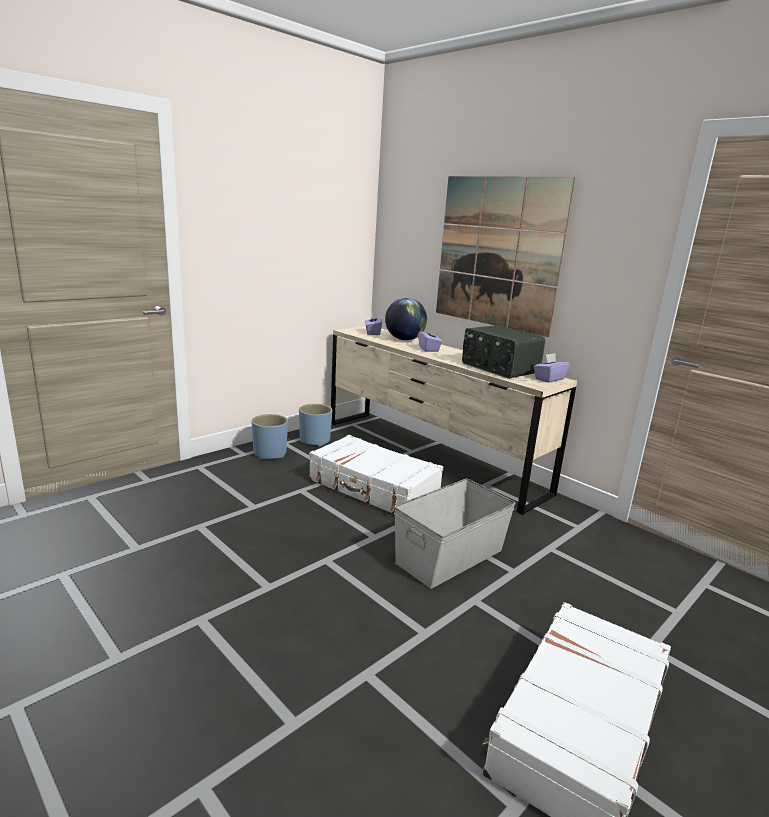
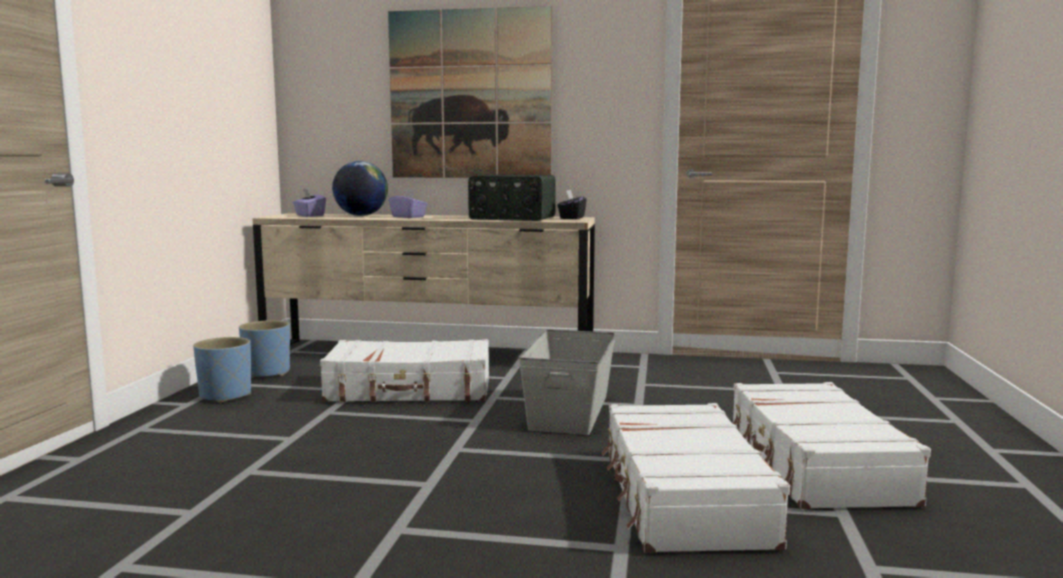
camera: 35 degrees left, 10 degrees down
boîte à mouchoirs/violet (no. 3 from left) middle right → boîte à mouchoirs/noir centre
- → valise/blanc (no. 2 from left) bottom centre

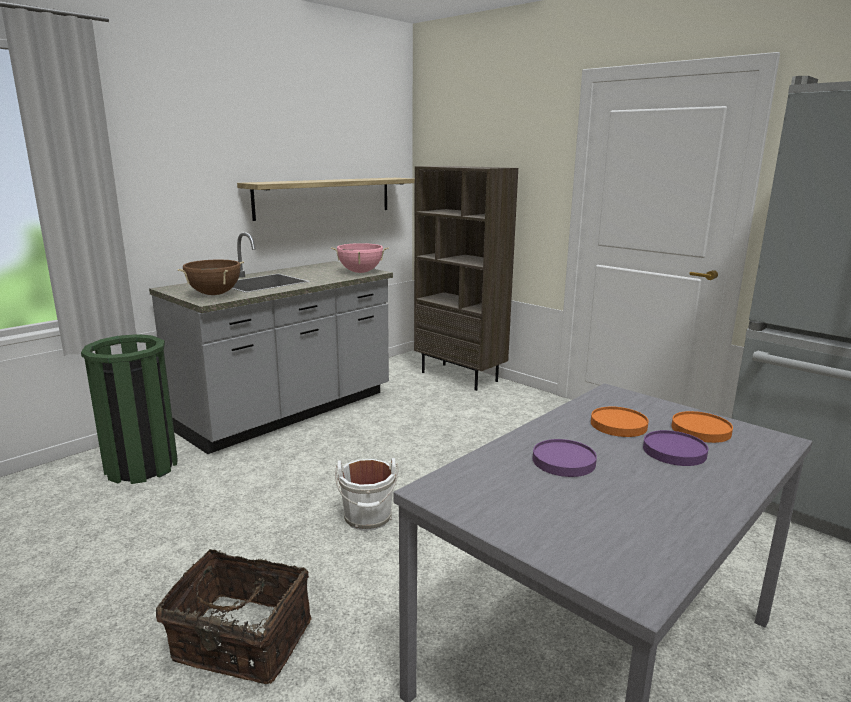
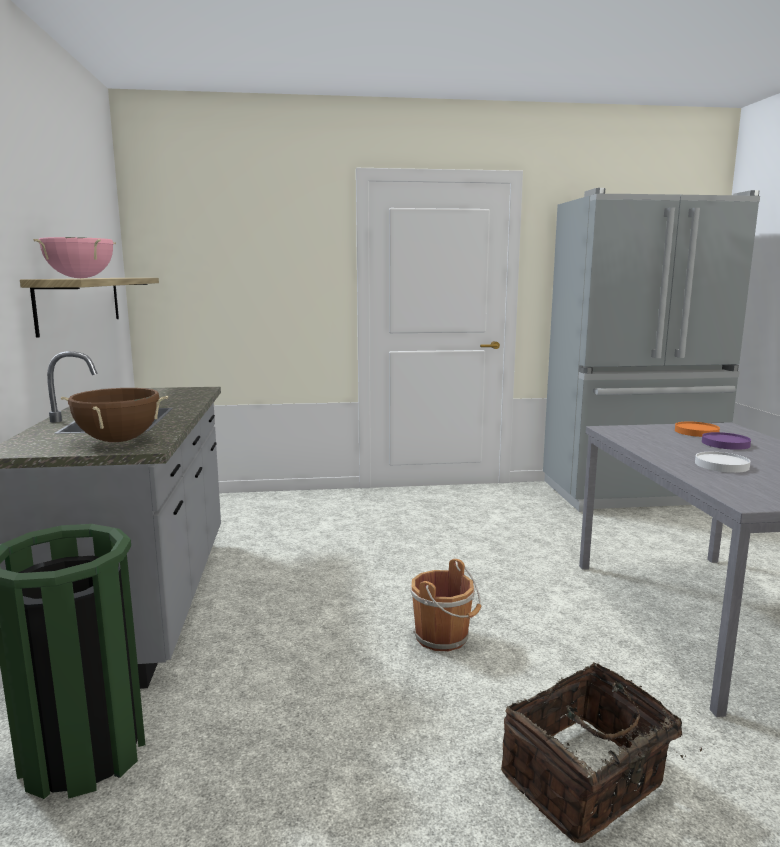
camera: 50 degrees left, 5 degrees down
marmite/rose centre → marmite/rose top left, shifted
seau/blanc bottom centre → seau/marron bottom centre
assiette/violet (no. 1 from left) centre → assiette/blanc middle right
bibliothèque/marron centre → -
assiette/orange (no. 1 from left) middle right → -

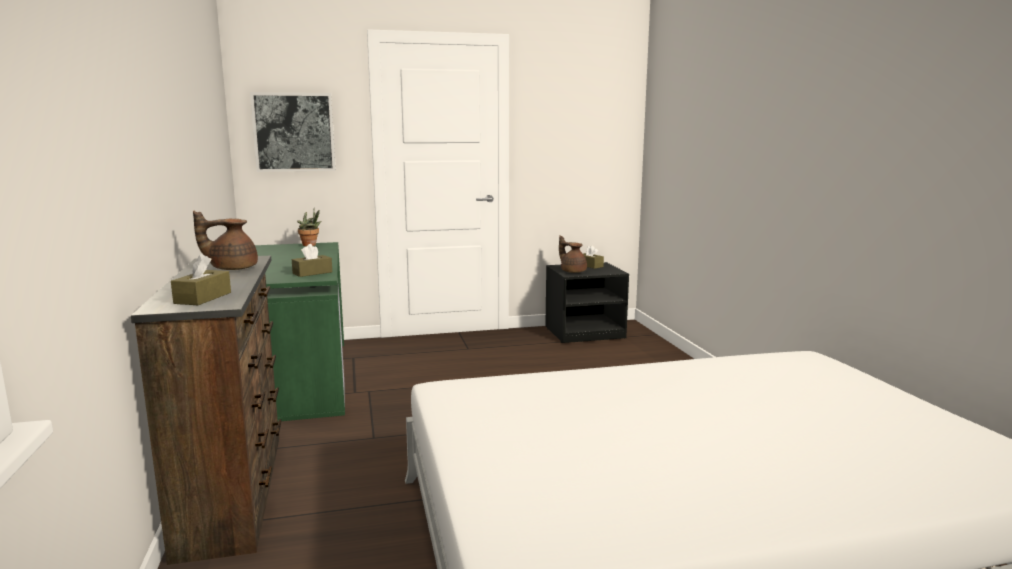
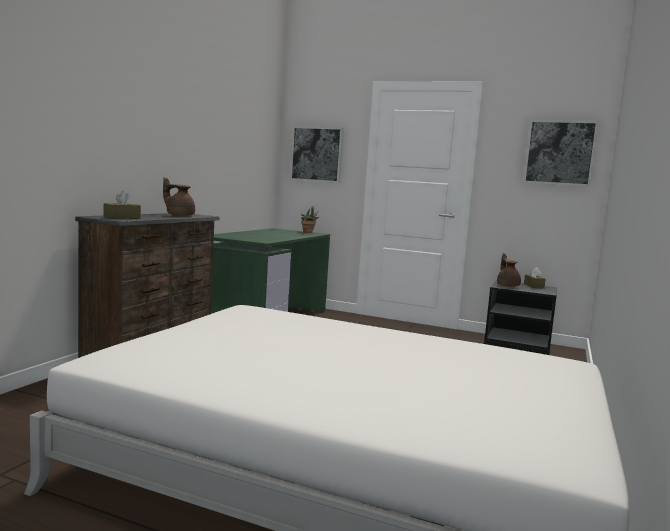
camera: 35 degrees right, 5 degrees down
- → tableau (no. 2 from left) top right
boîte à mouchoirs/marron (no. 2 from left) middle left → -

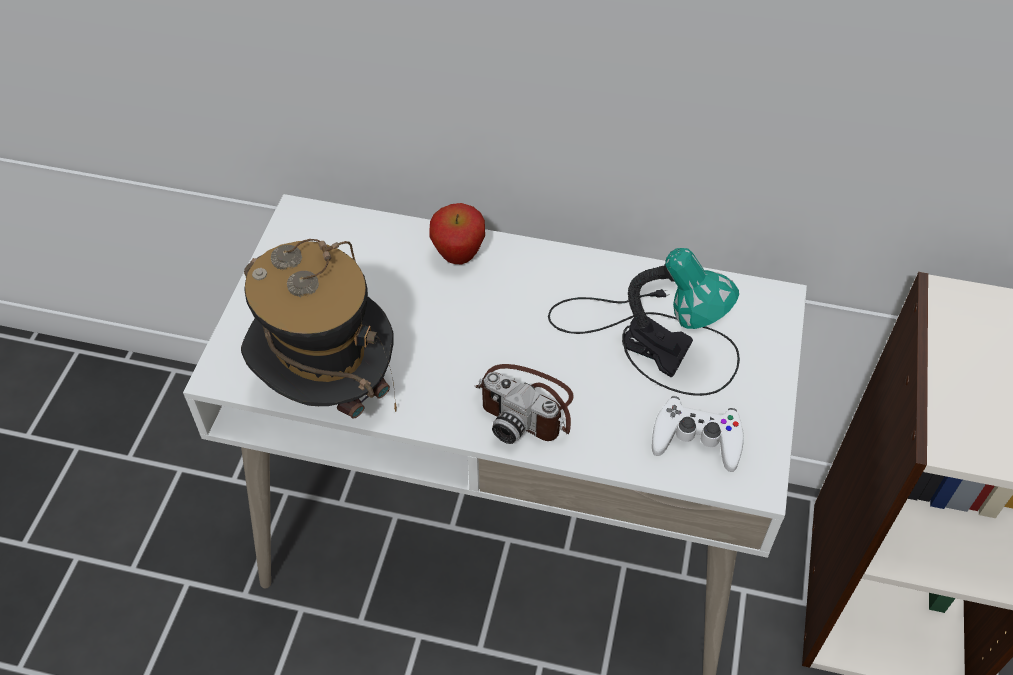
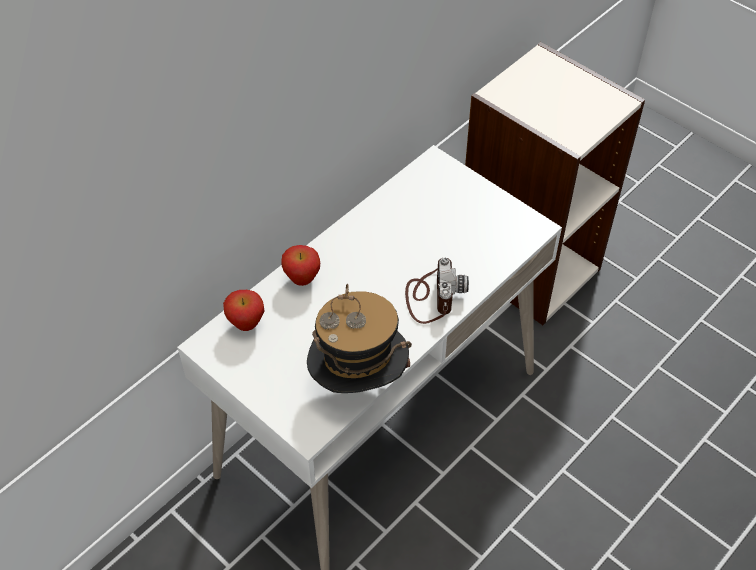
camera: 60 degrees left, 0 degrees up
- → pomme (no. 1 from left) middle left
appareil photo centre, 60 degrees counterclockwise
lampe de table centre → -
manette/blanc middle right → -

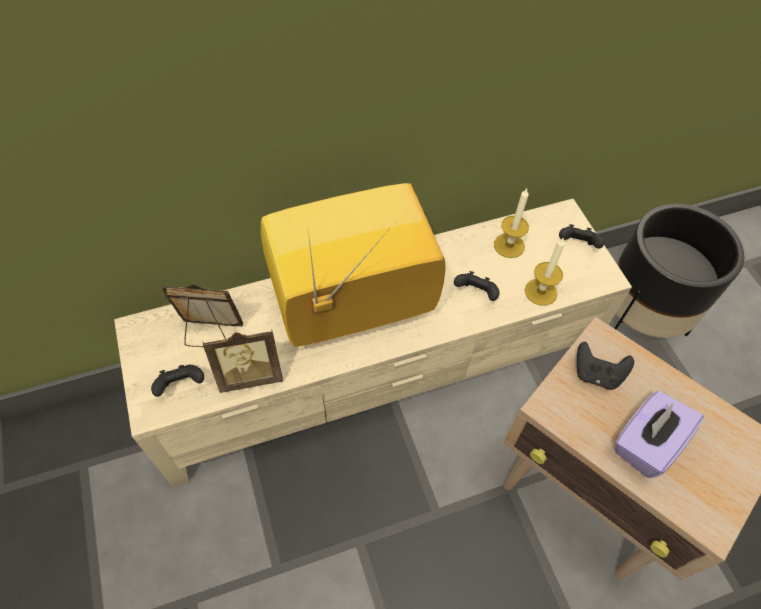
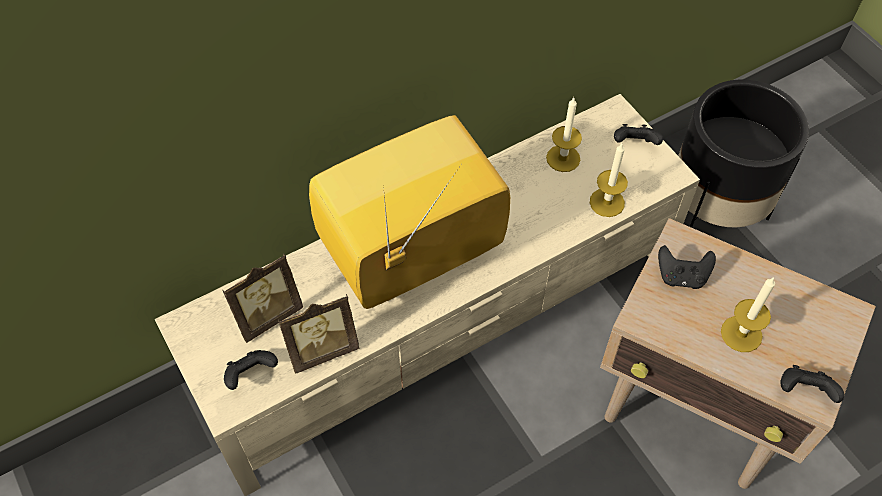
camera: 10 degrees left, 0 degrees up
cadre photo (no. 1 from left) middle left, 150 degrees clockwise
boîte à mouchoirs/violet bottom right → bougie (no. 3 from left) middle right
manette/noir (no. 2 from left in the first image) centre → manette/noir (no. 4 from left) bottom right, shifted

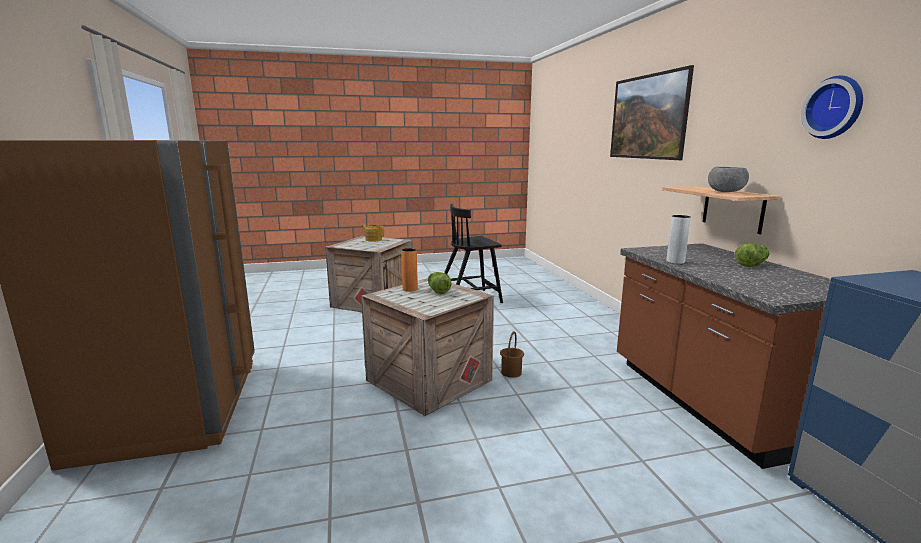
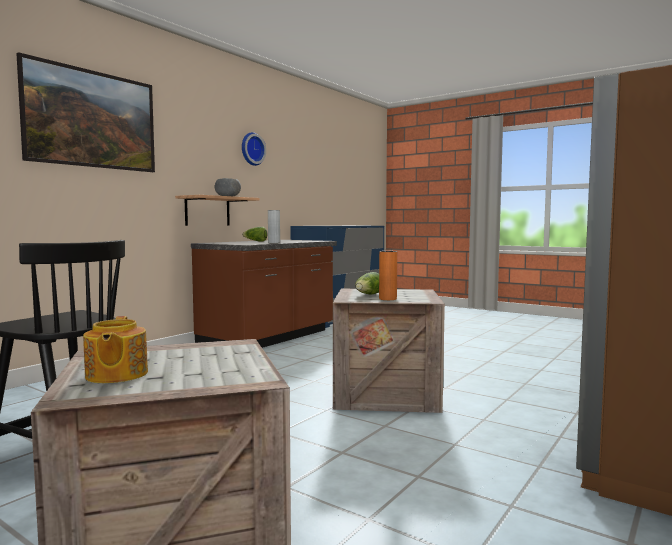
camera: 130 degrees left, 10 degrees down
seau/marron centre → -

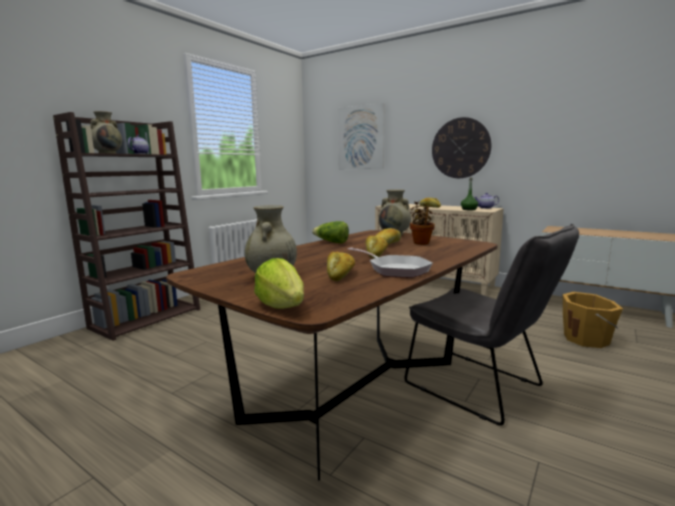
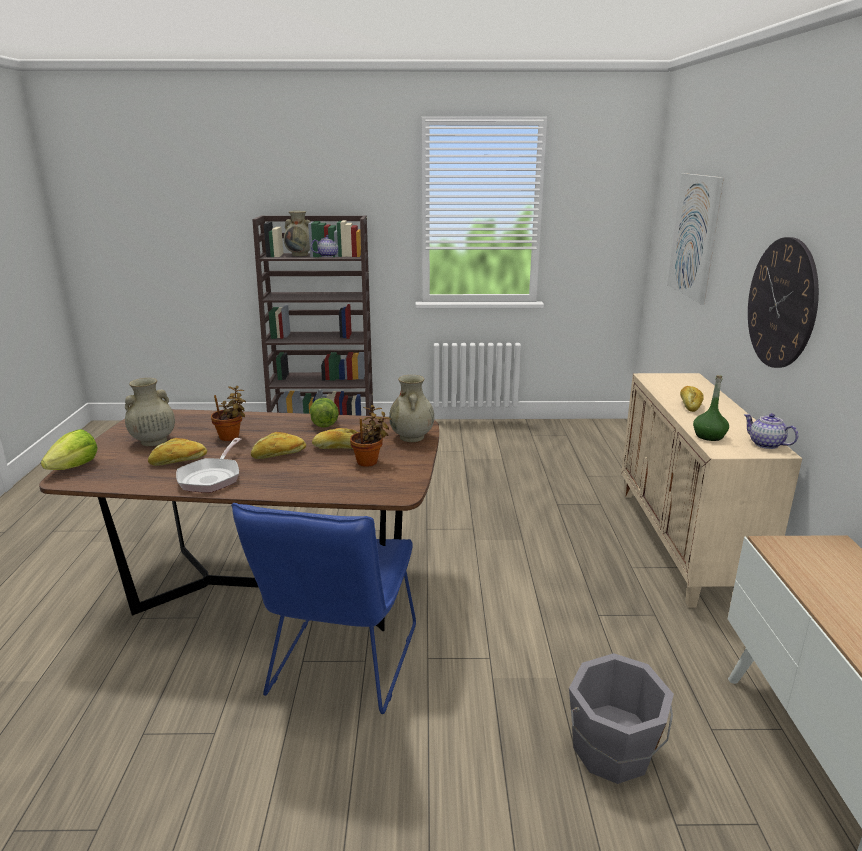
camera: 55 degrees right, 10 degrees up
- → plante en pot (no. 1 from left) middle left
chaise/gris middle right → chaise/bleu bottom centre
seau/orange middle right → seau/gris bottom right

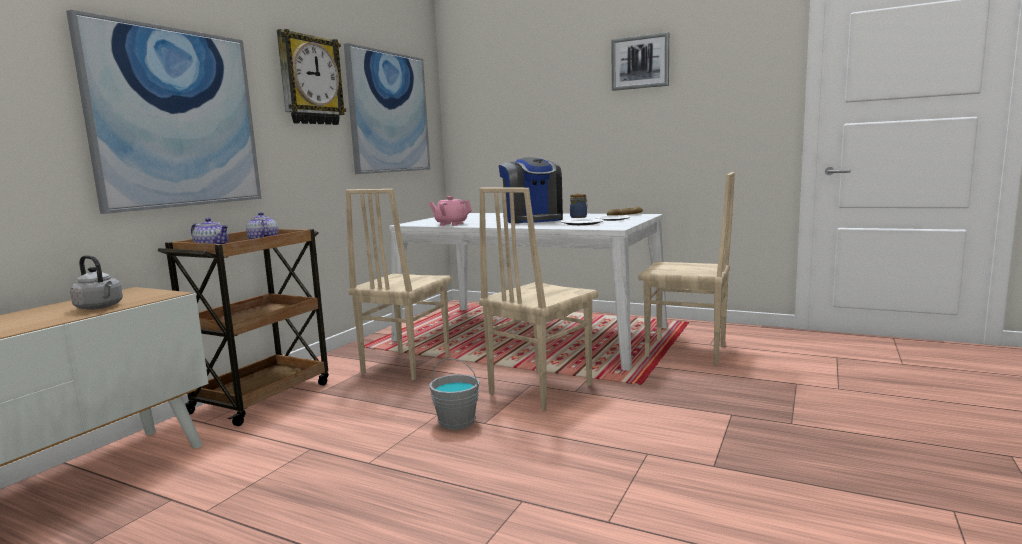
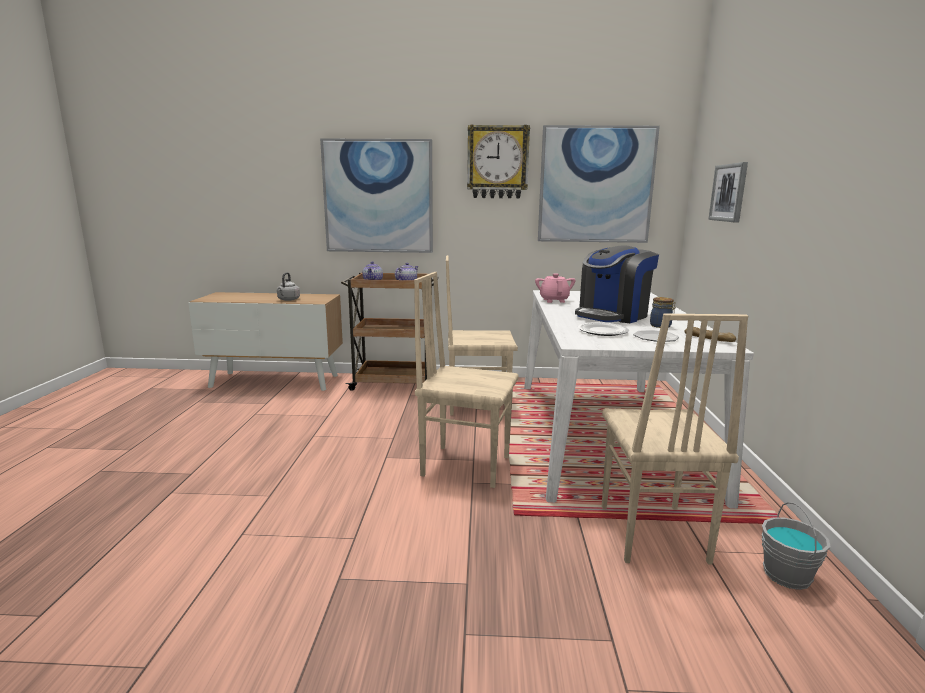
camera: 65 degrees right, 5 degrees up
tableau (no. 3 from left) top centre → tableau (no. 3 from left) top right, shifted
seau/gris bottom centre → seau/gris bottom right, shifted

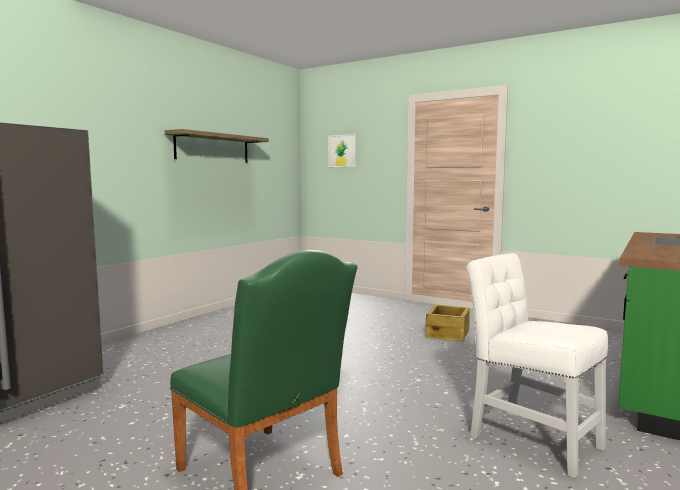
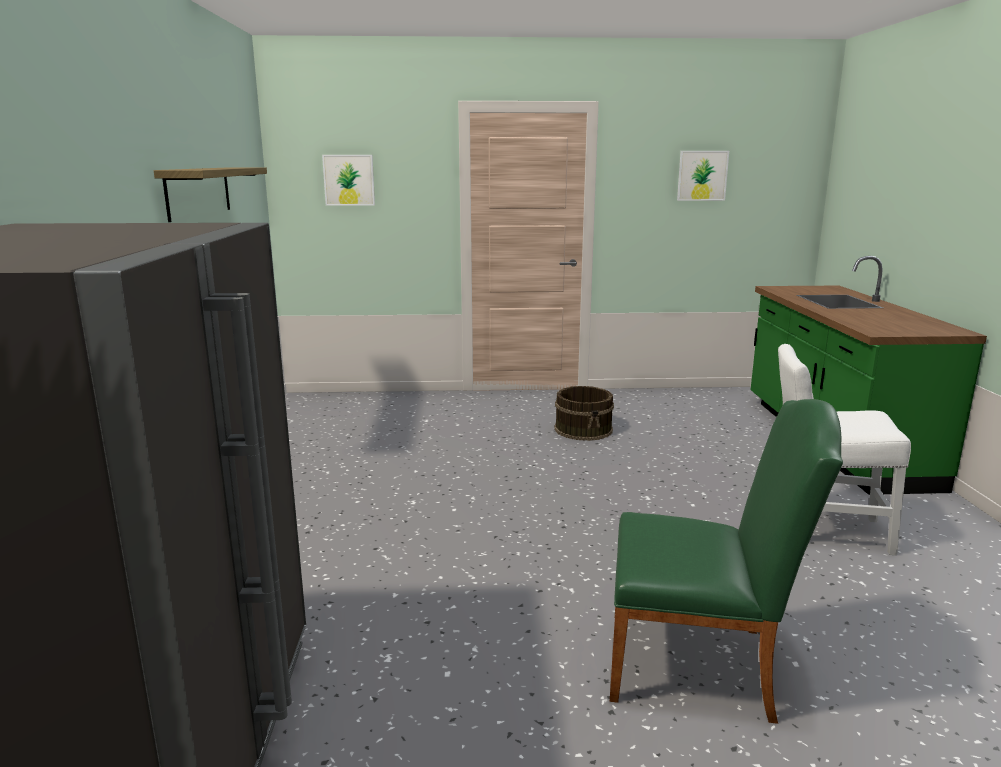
camera: 35 degrees left, 10 degrees up
caisse centre → seau/marron centre
- → tableau (no. 2 from left) top right

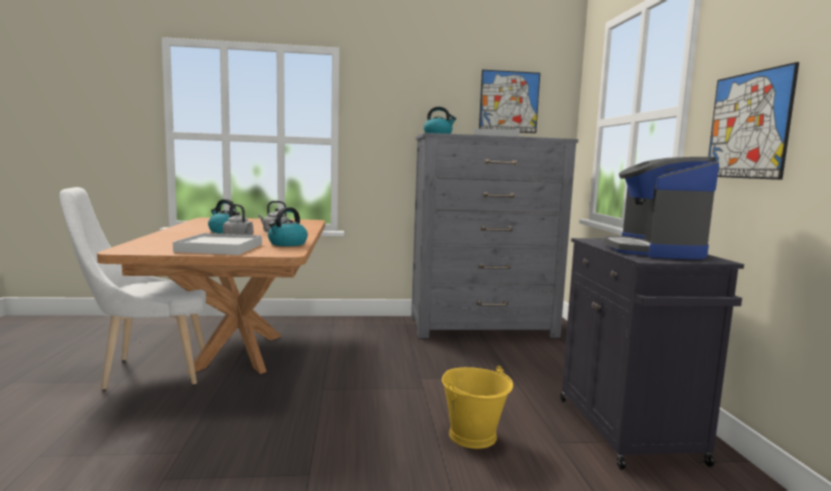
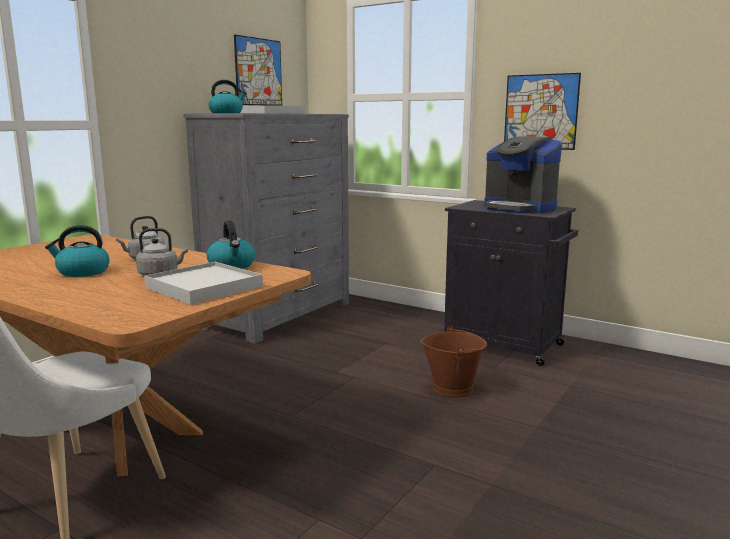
camera: 50 degrees left, 5 degrees up
seau/jaune bottom centre → seau/marron bottom centre

